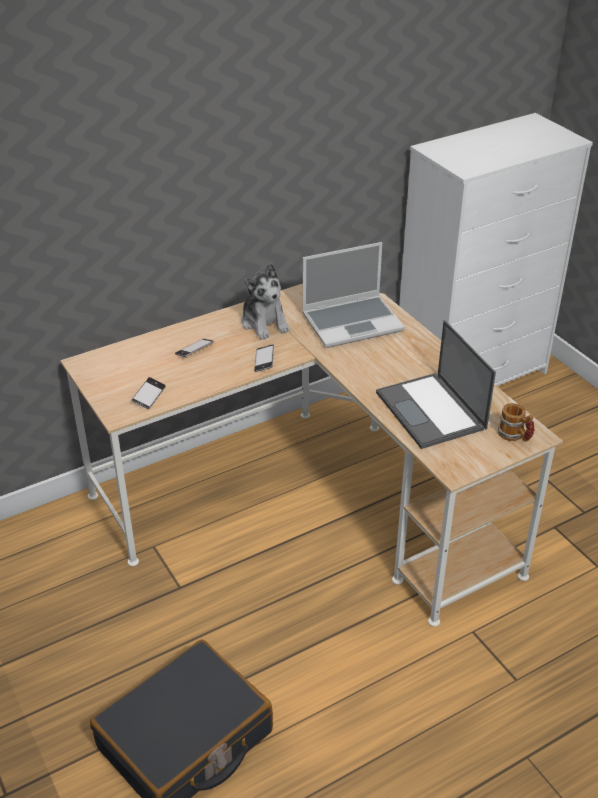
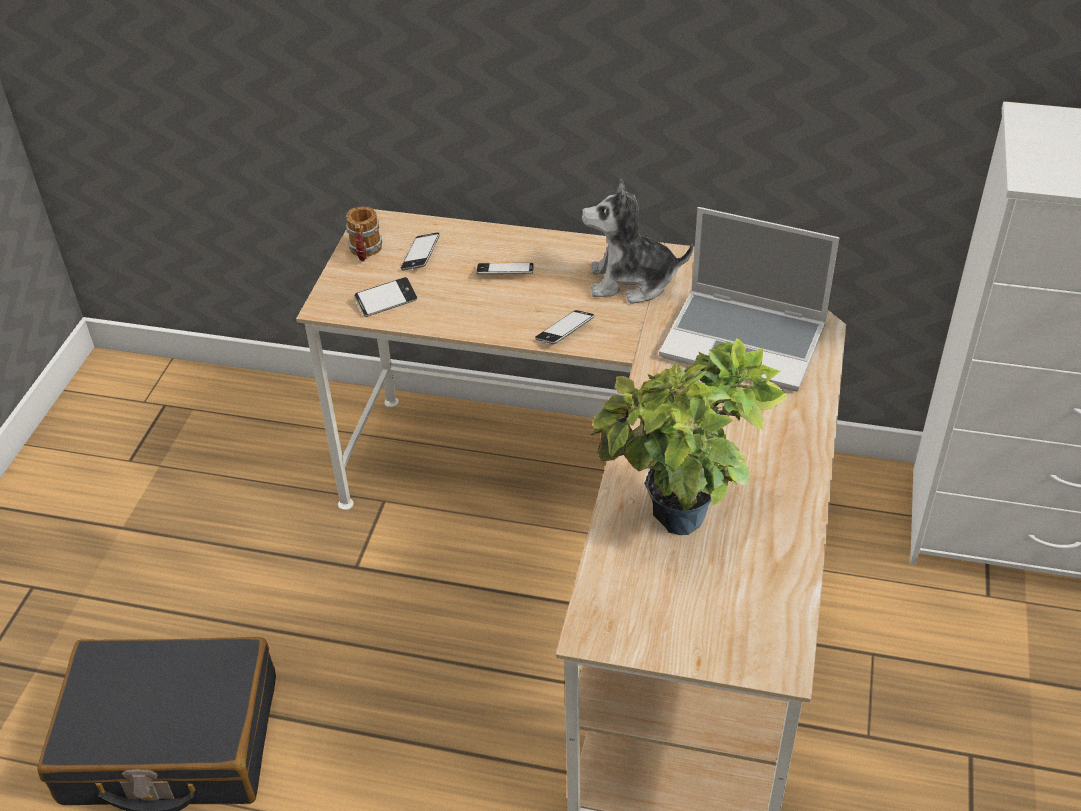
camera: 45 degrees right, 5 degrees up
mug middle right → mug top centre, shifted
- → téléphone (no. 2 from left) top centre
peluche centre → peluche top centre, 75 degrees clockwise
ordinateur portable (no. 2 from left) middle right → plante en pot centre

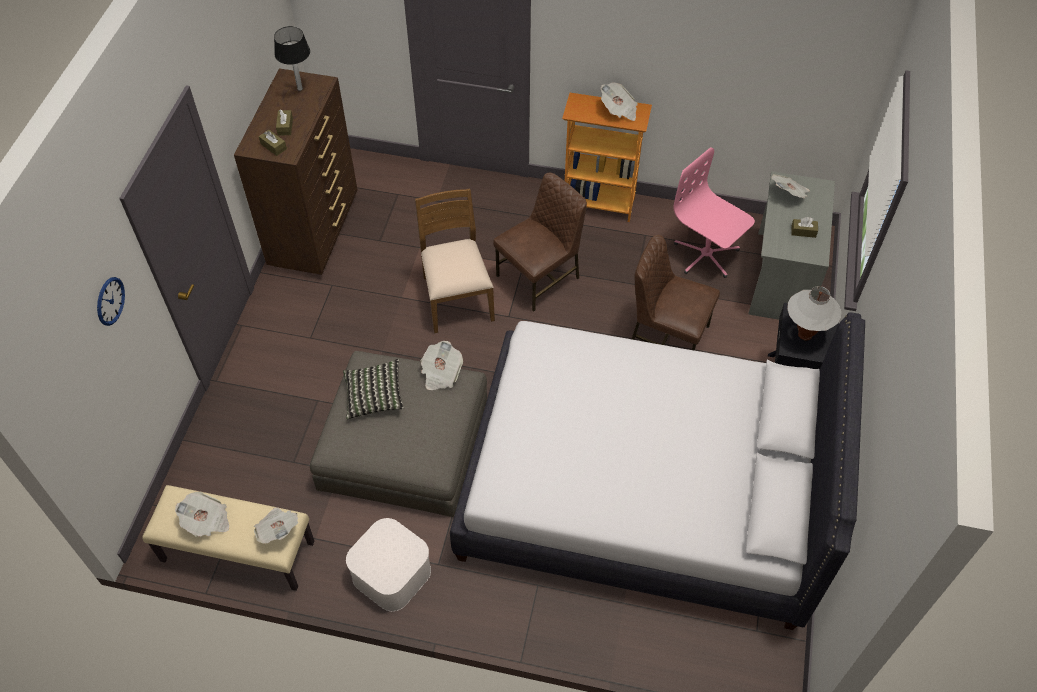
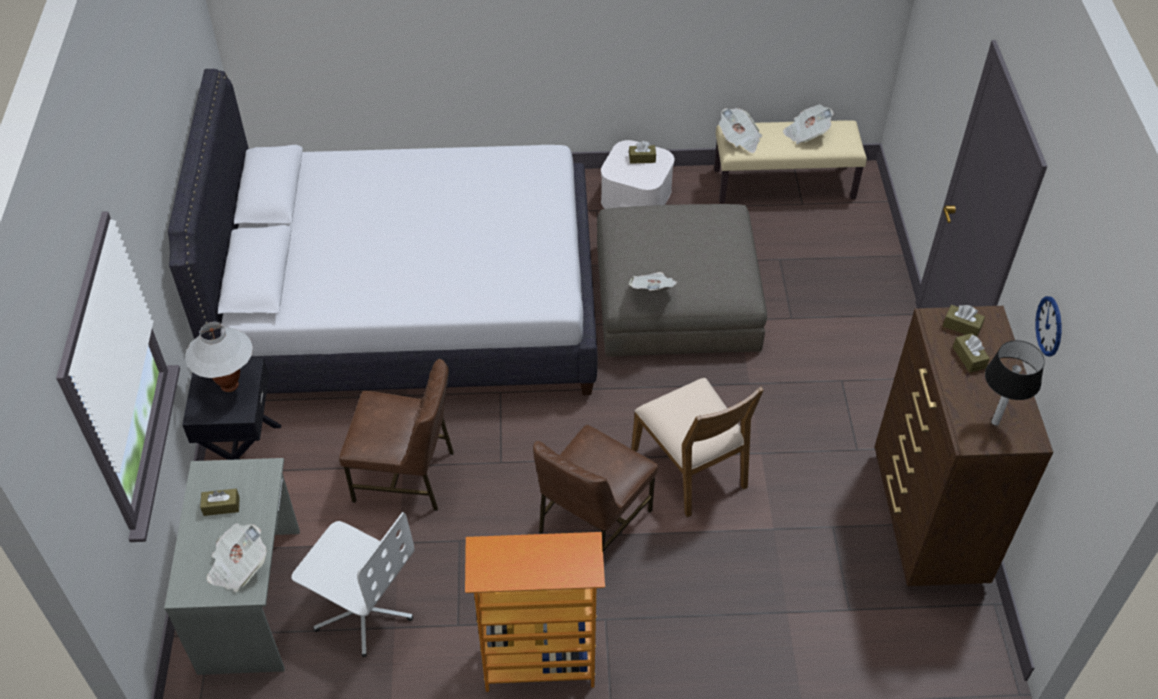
camera: 165 degrees right, 5 degrees down
chaise de bureau/rose top right → chaise de bureau/blanc bottom left
- → boîte à mouchoirs/marron (no. 2 from left) top centre
horloge murale middle left → horloge murale middle right, shifted
coussin centre → -
journal (no. 4 from left) top centre → -

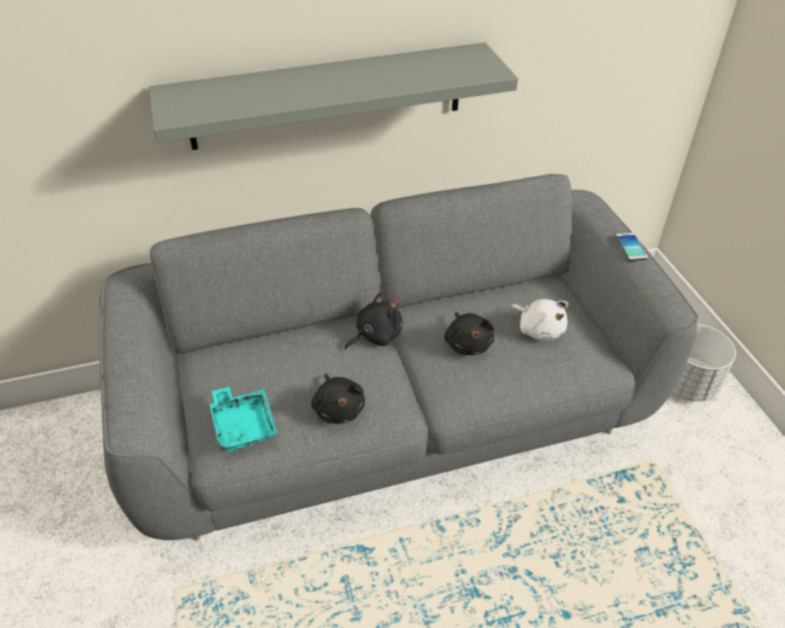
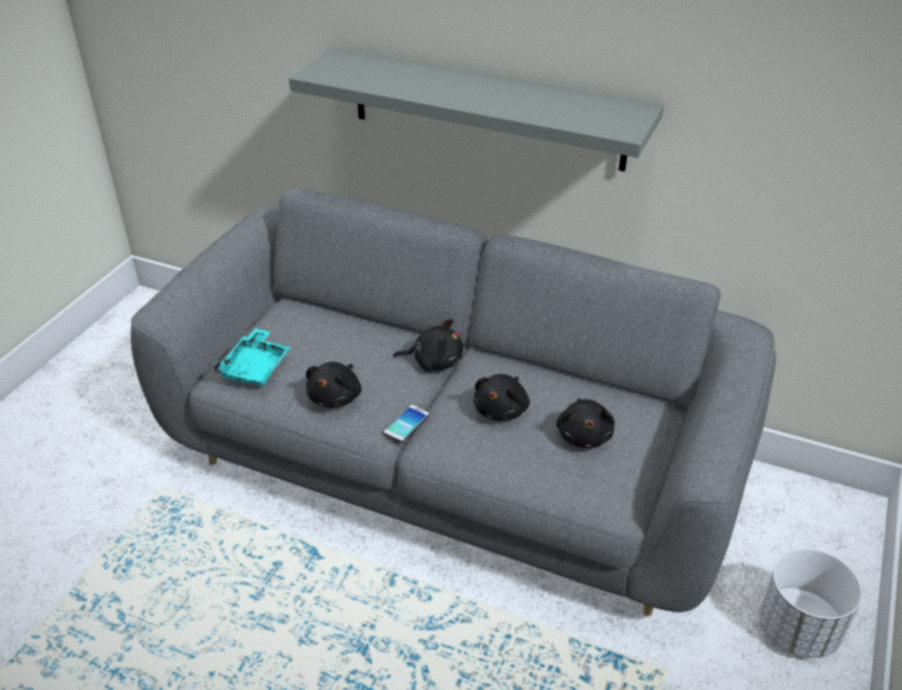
camera: 40 degrees right, 5 degrees down
téléphone middle right → téléphone centre, shifted
peluche/blanc middle right → peluche/noir (no. 4 from left) centre

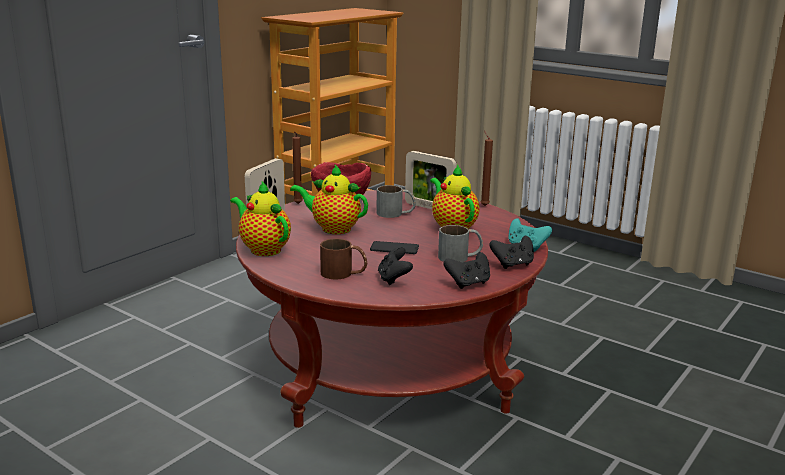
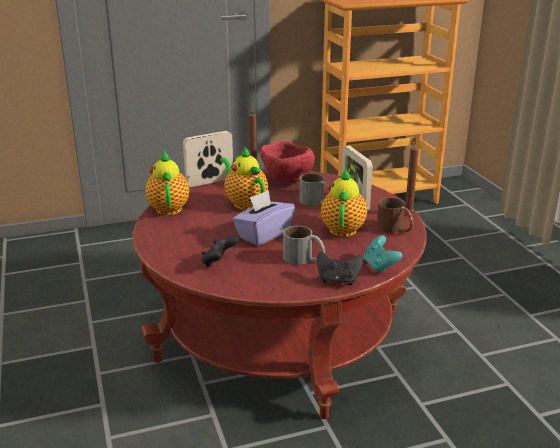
camera: 35 degrees right, 5 degrees up
téléphone centre → boîte à mouchoirs/violet centre
mug/marron centre → mug/marron middle right, shifted
manette/noir (no. 2 from left) centre → -

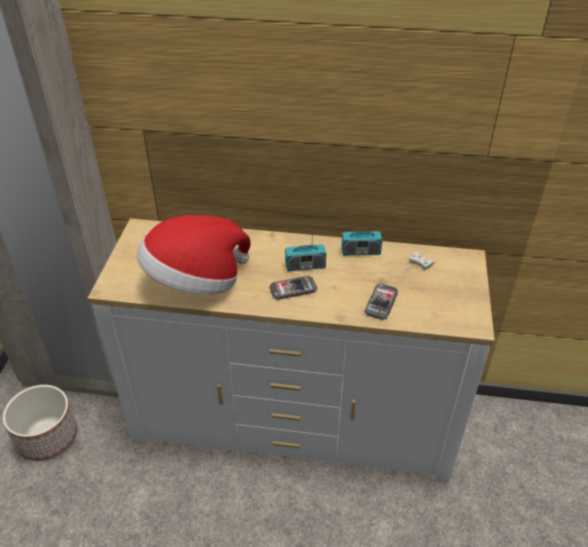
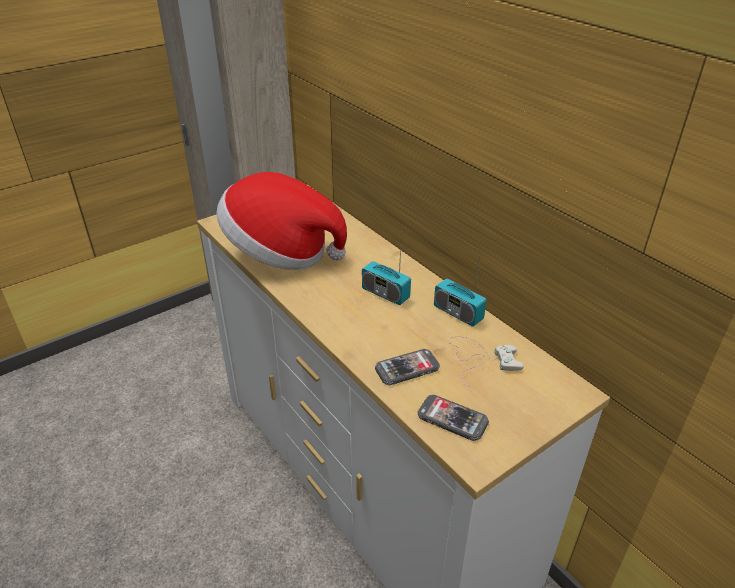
camera: 45 degrees right, 5 degrees down
téléphone (no. 1 from left in the first image) centre → téléphone (no. 2 from left) bottom centre, shifted
cache-pot bottom left → -

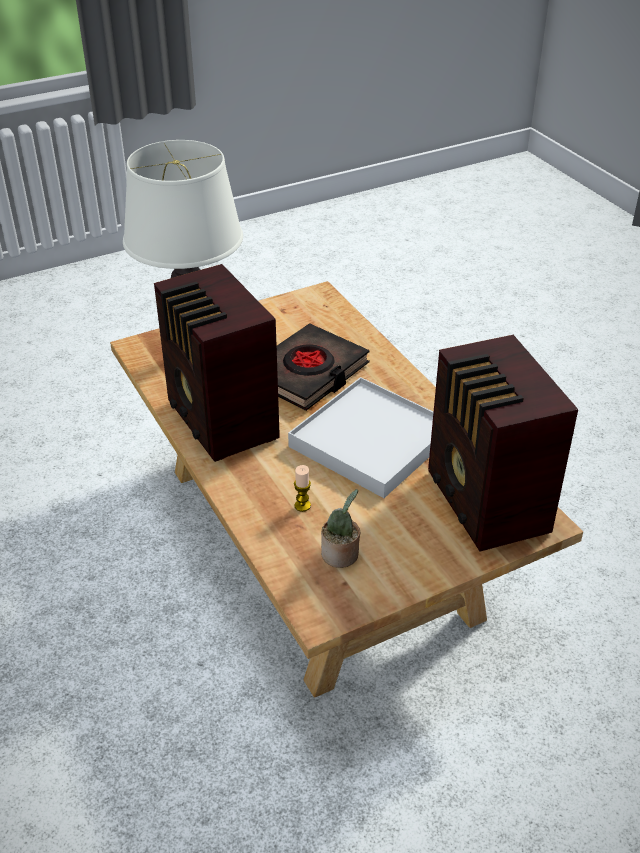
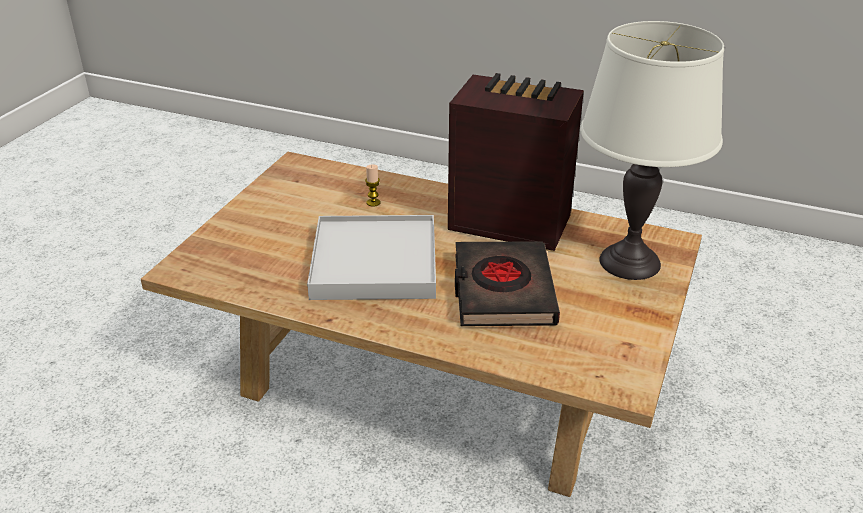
camera: 140 degrees right, 5 degrees down
plante en pot centre → -
radio (no. 2 from left) middle right → -

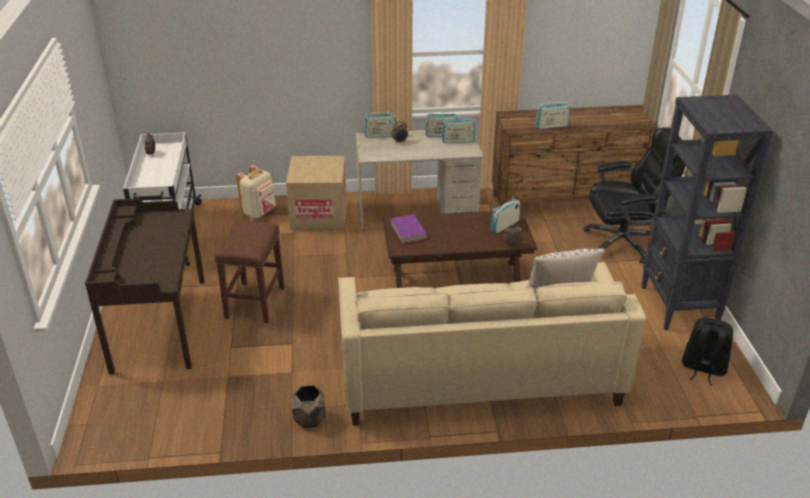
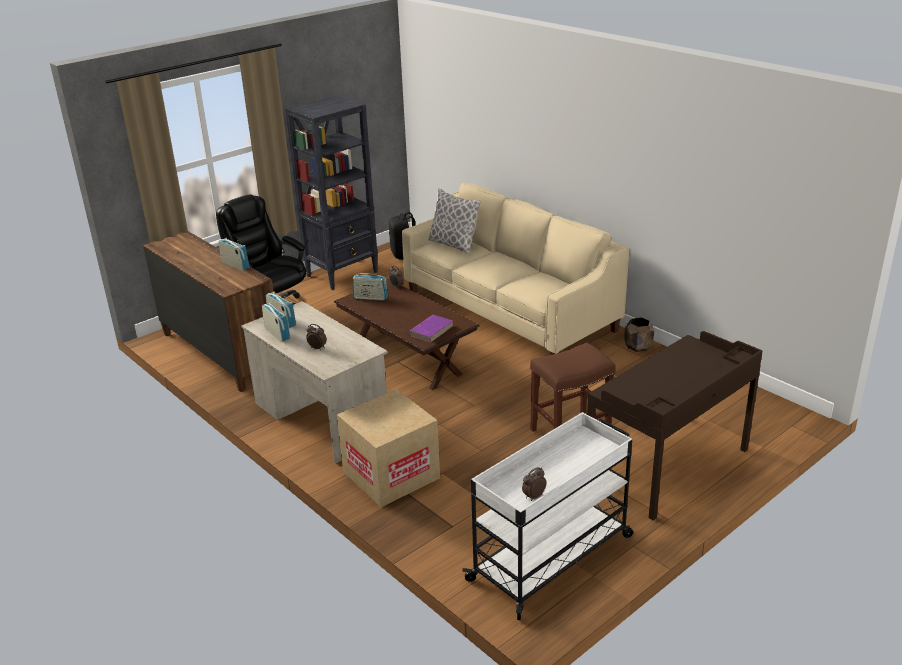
camera: 125 degrees left, 5 degrees down
sac à dos/beige middle left → -
radio (no. 1 from left) top centre → -

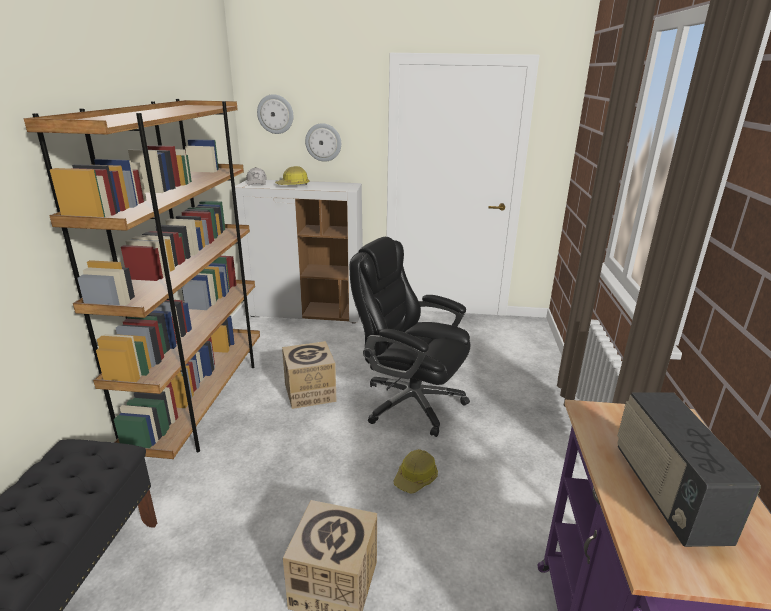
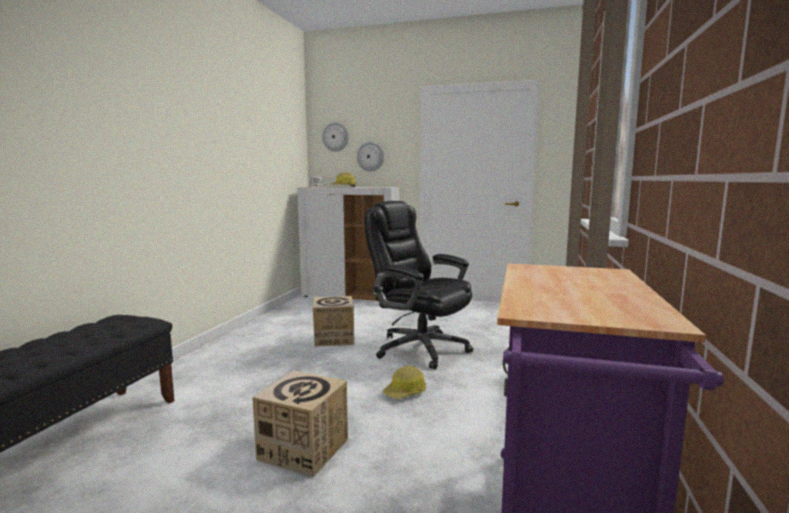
camera: 10 degrees right, 15 degrees down
bibliothèque/marron middle left → -
radio bottom right → -

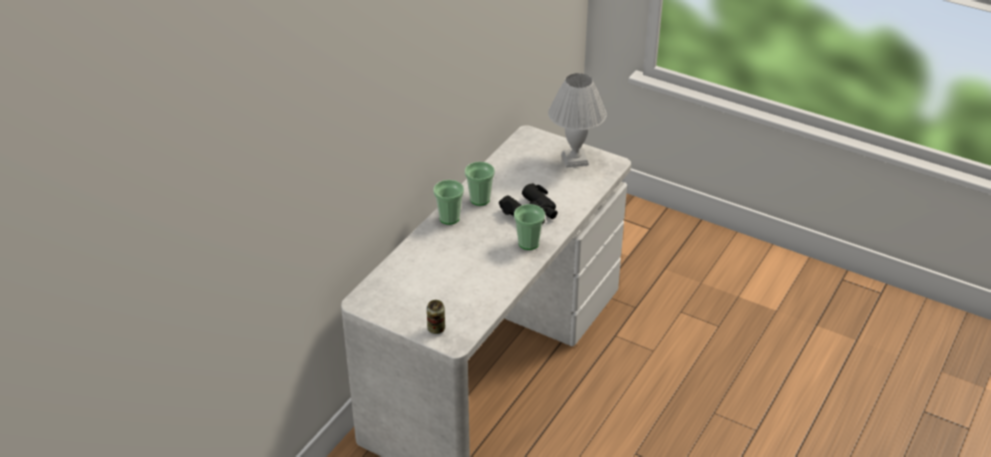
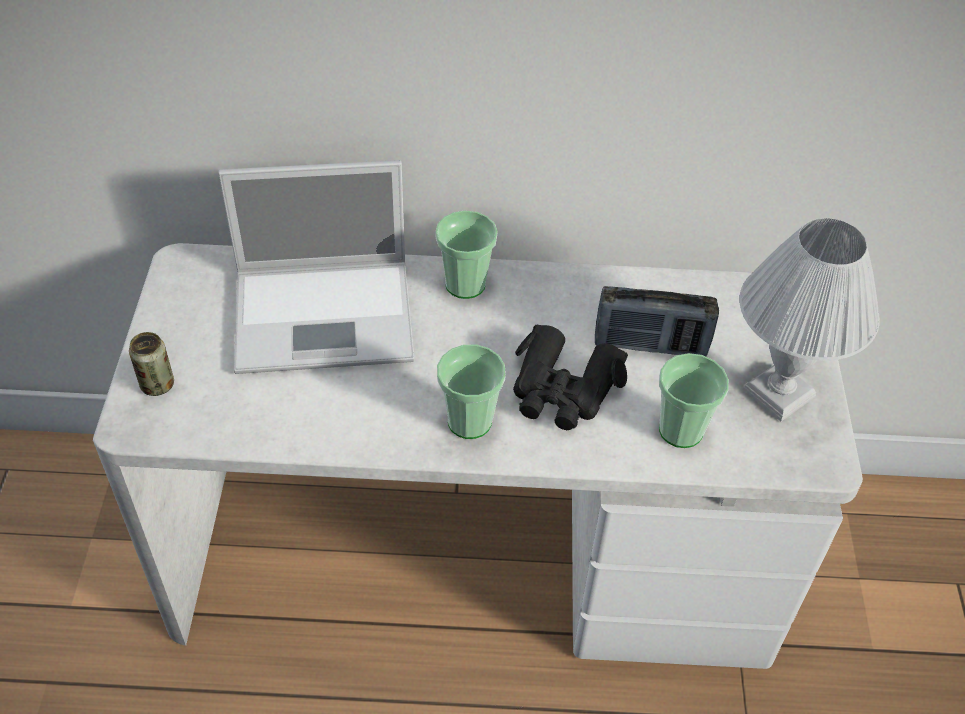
camera: 60 degrees right, 10 degrees up
- → ordinateur portable middle left
- → radio middle right
tasse (no. 2 from left in the first image) centre → tasse (no. 3 from left) middle right, shifted

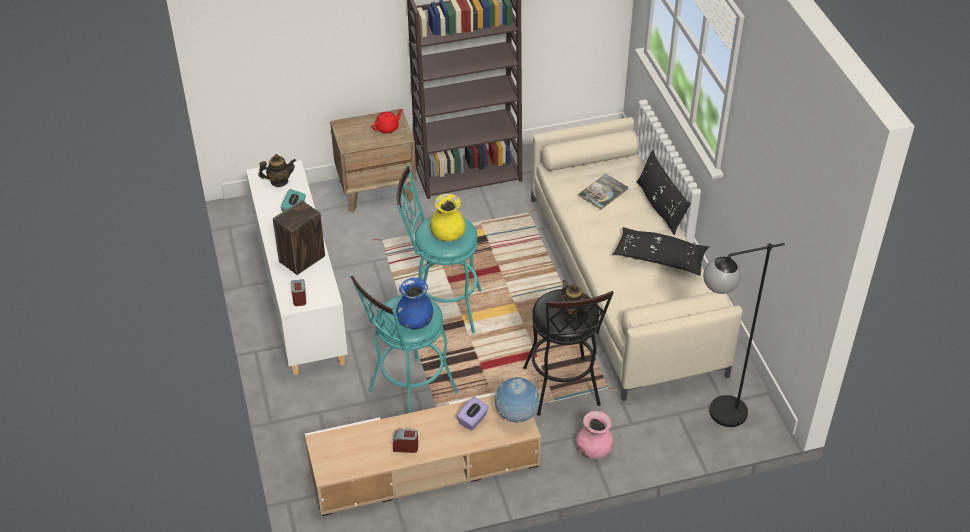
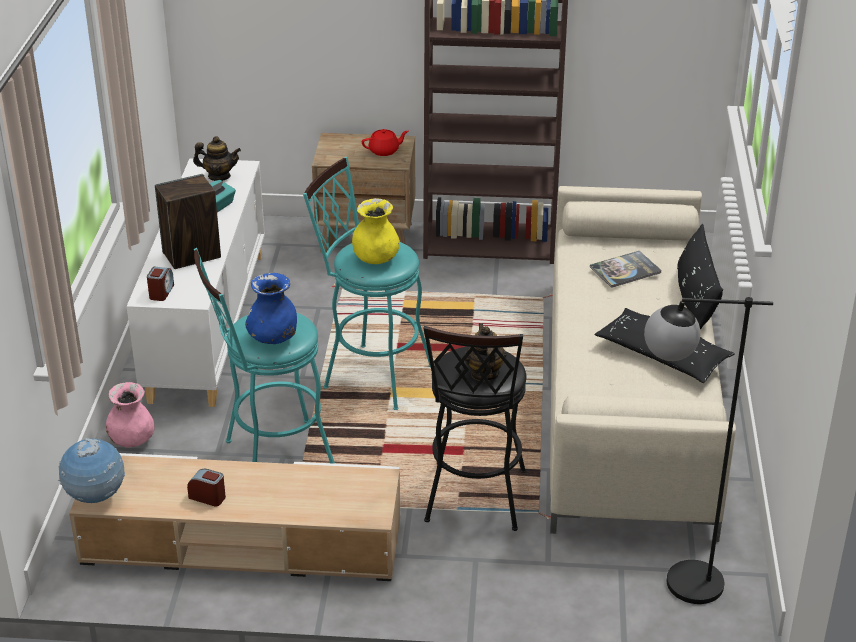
camera: 20 degrees right, 10 degrees down
globe bottom centre → globe bottom left, shifted
vase/rose bottom centre → vase/rose middle left, shifted
boîte à mouchoirs/violet bottom centre → -

